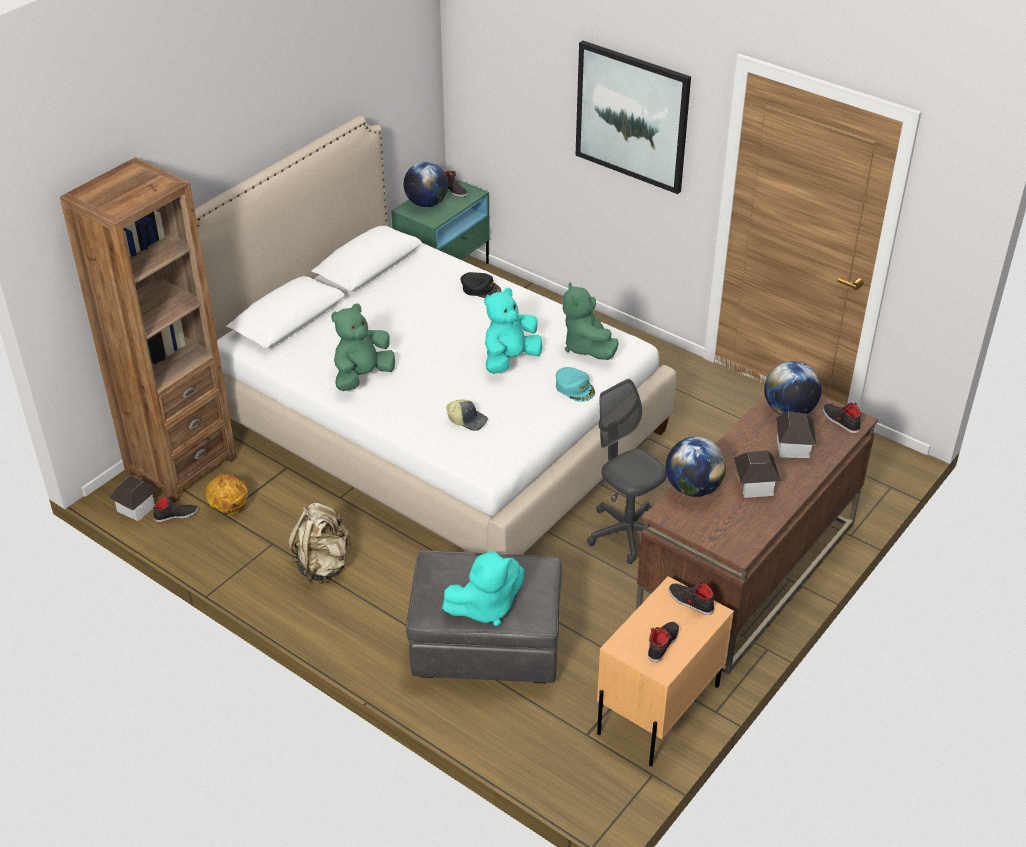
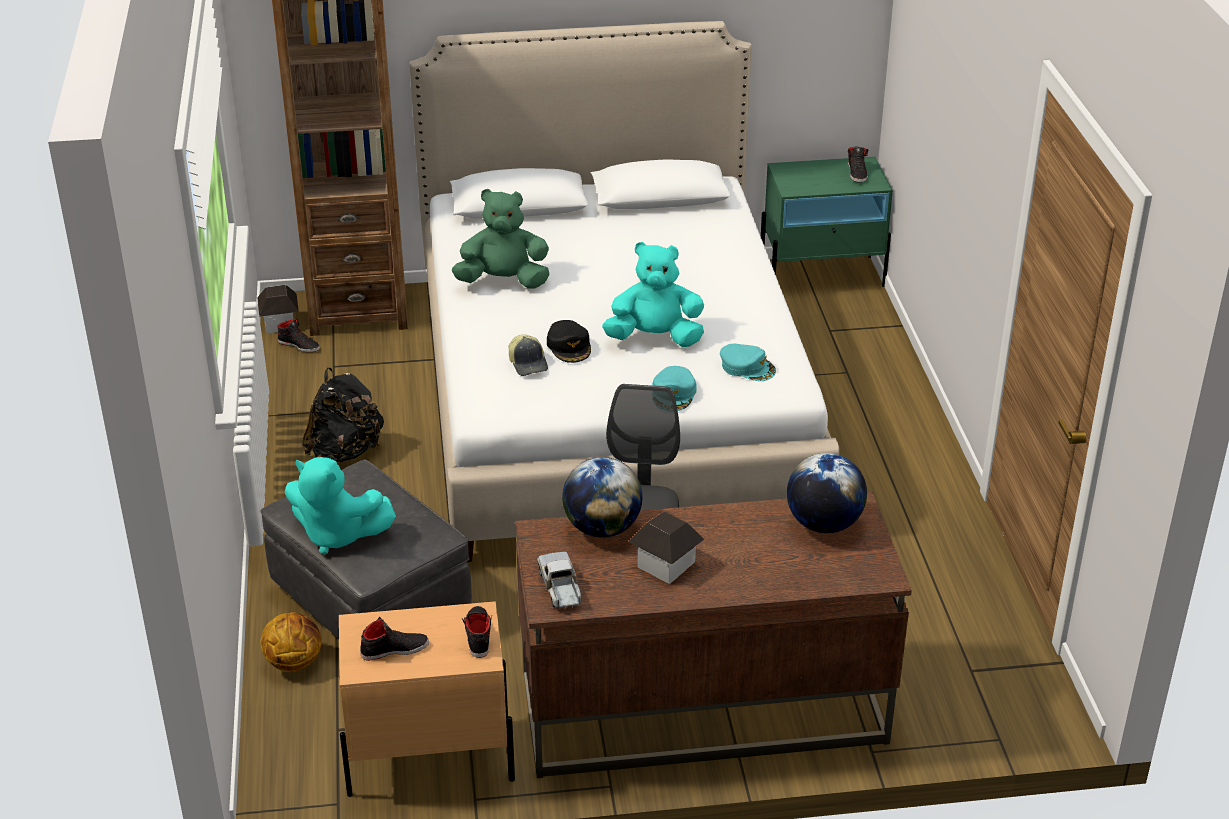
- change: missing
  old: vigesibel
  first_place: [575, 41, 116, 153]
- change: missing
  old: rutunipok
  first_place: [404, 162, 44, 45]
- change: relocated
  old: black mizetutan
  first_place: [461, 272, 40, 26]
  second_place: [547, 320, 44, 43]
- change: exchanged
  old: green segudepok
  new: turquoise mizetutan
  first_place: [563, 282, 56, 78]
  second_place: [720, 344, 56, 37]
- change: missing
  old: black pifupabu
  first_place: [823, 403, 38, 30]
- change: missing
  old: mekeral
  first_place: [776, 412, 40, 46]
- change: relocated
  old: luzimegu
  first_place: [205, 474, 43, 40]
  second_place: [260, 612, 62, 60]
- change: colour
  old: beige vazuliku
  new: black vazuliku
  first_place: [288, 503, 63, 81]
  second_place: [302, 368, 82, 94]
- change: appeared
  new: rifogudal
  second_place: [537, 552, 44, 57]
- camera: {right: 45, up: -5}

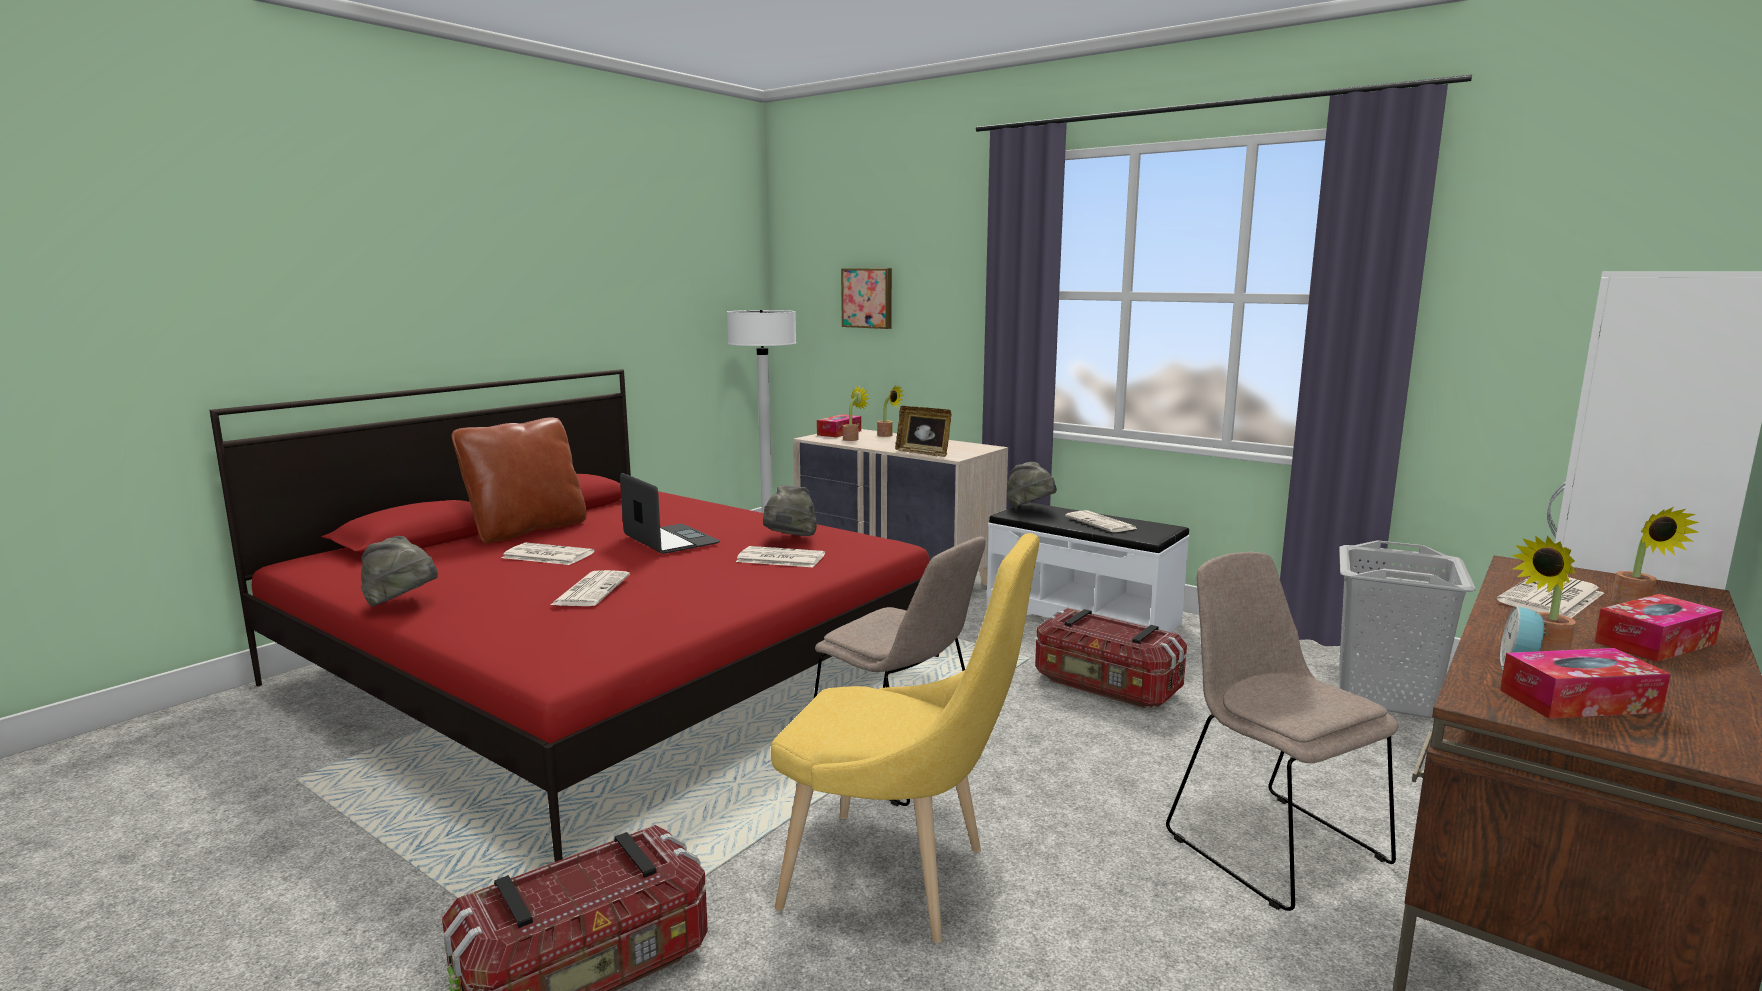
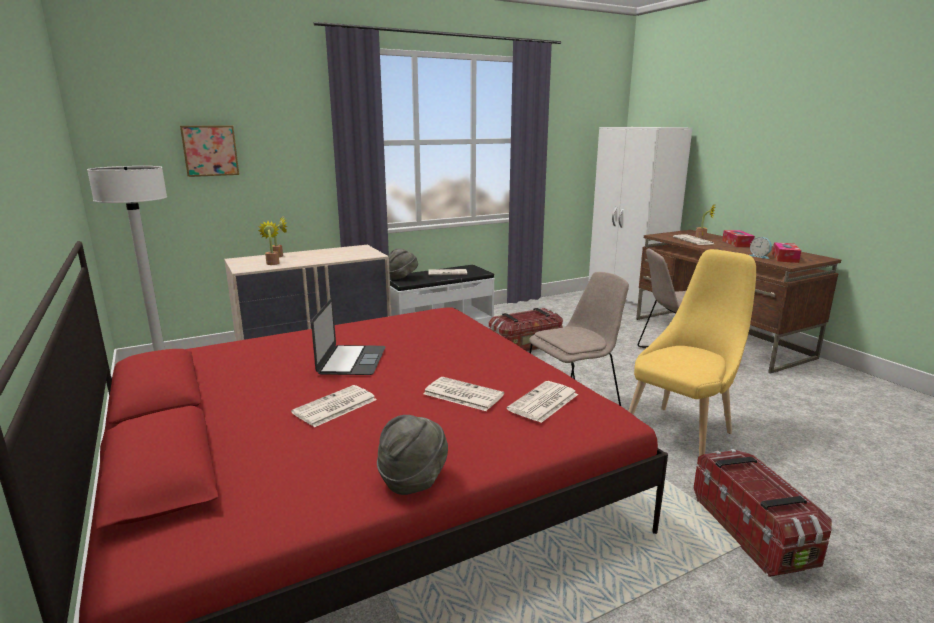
- change: missing
  old: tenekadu
  first_place: [895, 406, 56, 51]
- change: missing
  old: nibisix
  first_place: [817, 414, 44, 24]
- change: missing
  old: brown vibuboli
  first_place: [452, 417, 135, 127]
- change: spun
  old: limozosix
  first_place: [620, 473, 100, 81]
  second_place: [311, 298, 75, 77]
  degrees: 105
- change: missing
  old: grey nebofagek
  first_place: [763, 485, 54, 51]
- change: missing
  old: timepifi
  first_place: [1511, 536, 65, 115]
- change: missing
  old: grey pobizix
  first_place: [1339, 540, 137, 178]
- change: relocated
  old: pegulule
  first_place: [736, 546, 89, 21]
  second_place: [507, 381, 71, 42]
- camera: {right: -65, up: 5}

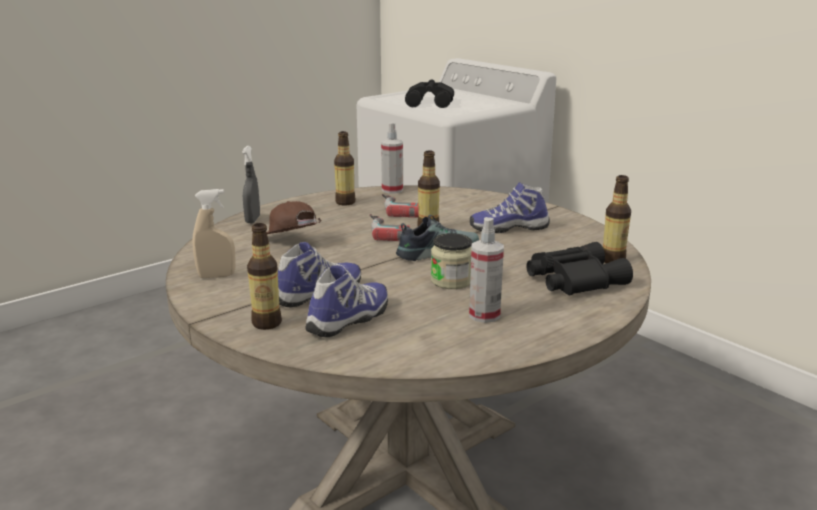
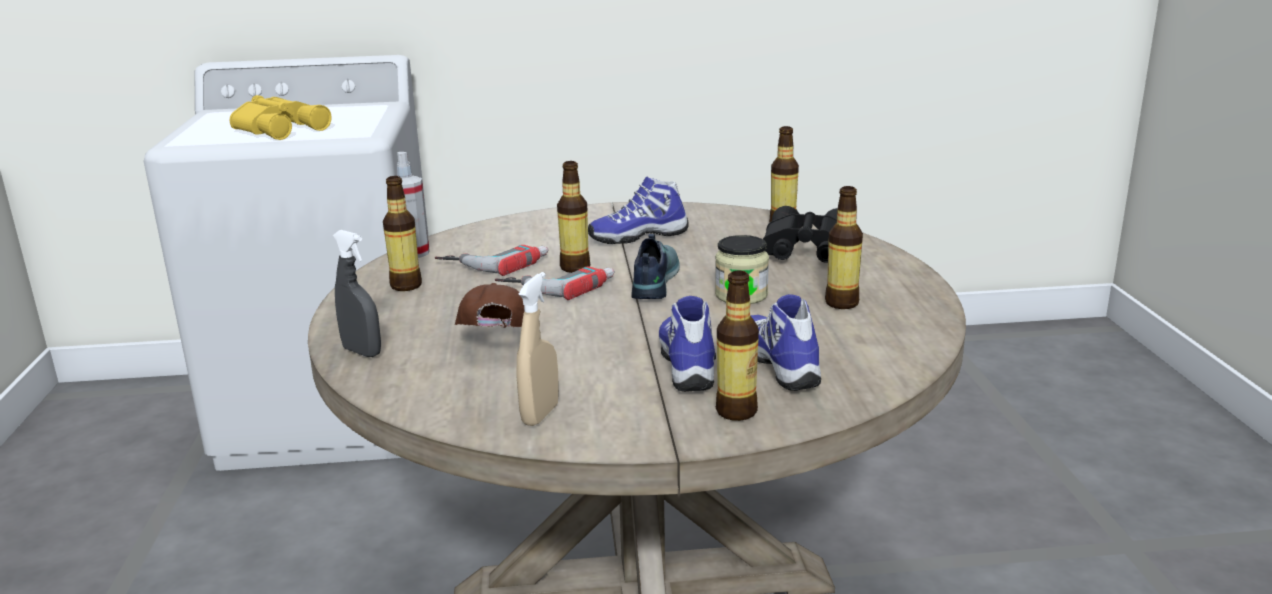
- change: colour
  old: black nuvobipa
  new: yellow nuvobipa
  first_place: [405, 80, 49, 28]
  second_place: [230, 95, 102, 45]
- change: spun
  old: pifupabu
  first_place: [470, 182, 80, 51]
  second_place: [588, 177, 101, 67]
  degrees: 45
- change: spun
  old: brown mizetutan
  first_place: [267, 201, 55, 33]
  second_place: [455, 283, 70, 45]
  degrees: 90
- change: exchanged
  old: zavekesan
  new: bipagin
  first_place: [469, 217, 35, 106]
  second_place: [825, 186, 38, 123]
- camera: {right: -55, up: 0}

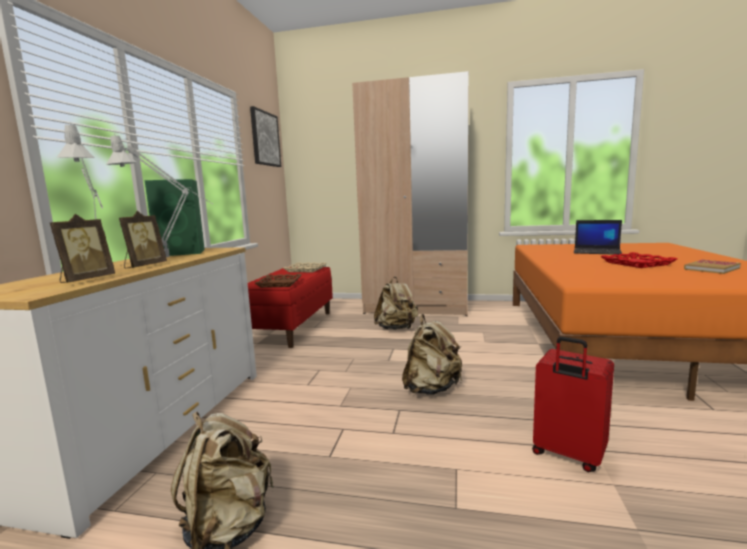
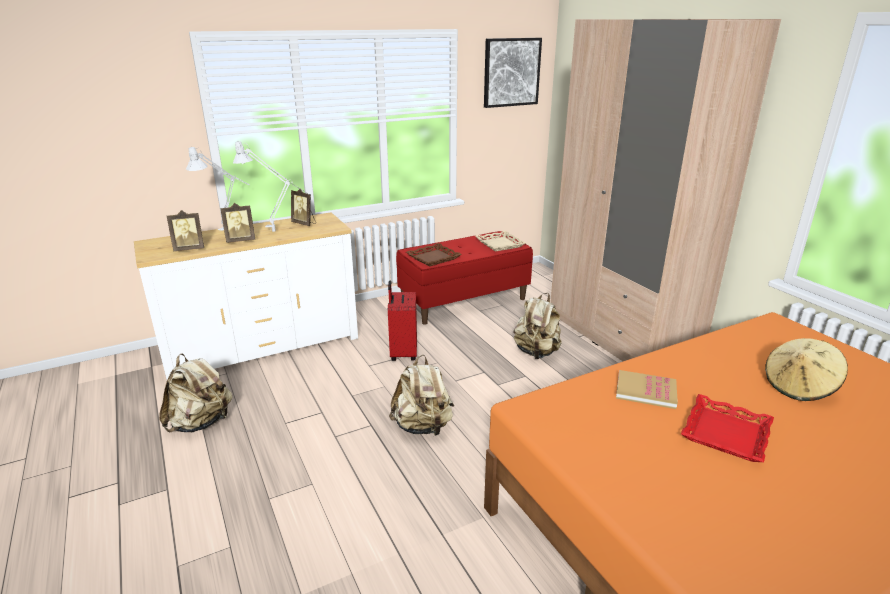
- change: exchanged
  old: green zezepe
  new: tenekadu
  first_place: [145, 179, 60, 77]
  second_place: [291, 189, 25, 37]
- change: exchanged
  old: limozosix
  new: beige nebofagek
  first_place: [574, 220, 48, 35]
  second_place: [765, 338, 83, 63]
- change: relocated
  old: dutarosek
  first_place: [684, 260, 57, 14]
  second_place: [616, 370, 62, 39]
- change: relocated
  old: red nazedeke
  first_place: [532, 336, 82, 136]
  second_place: [388, 280, 29, 81]
- camera: {right: 50, up: 15}

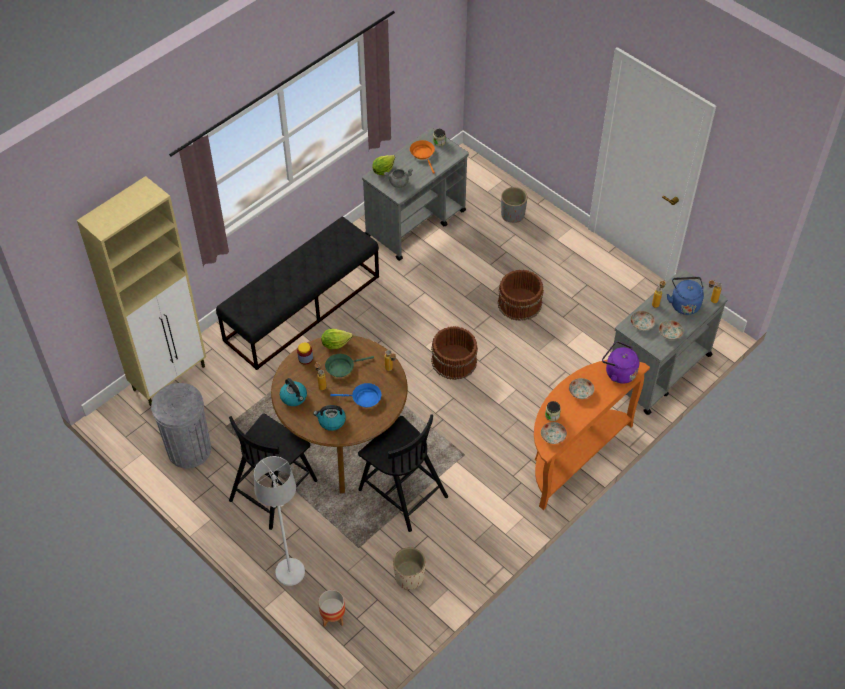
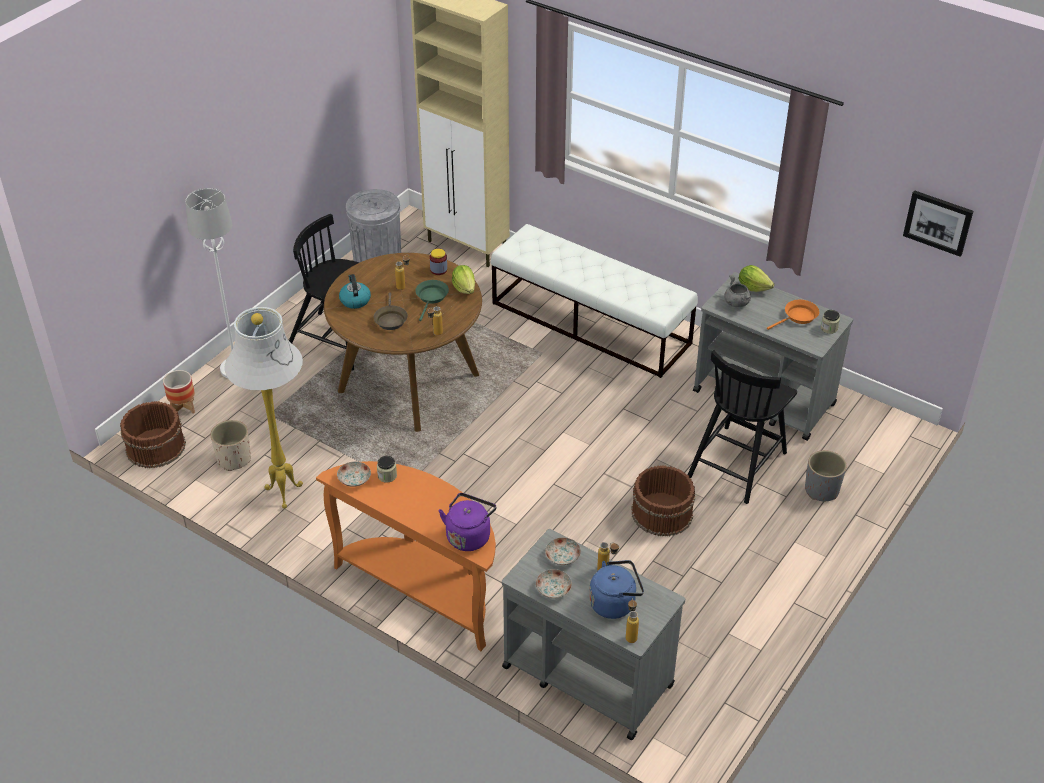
- change: colour
  old: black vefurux
  new: white vefurux
  first_place: [216, 216, 163, 154]
  second_place: [491, 224, 207, 154]
- change: relocated
  old: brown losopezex
  first_place: [431, 326, 47, 54]
  second_place: [120, 401, 66, 67]
- change: spun
  old: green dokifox
  first_place: [325, 354, 49, 23]
  second_place: [415, 280, 34, 41]
  degrees: 45
- change: missing
  old: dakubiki
  first_place: [280, 378, 27, 28]
- change: missing
  old: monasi
  first_place: [569, 378, 25, 21]
- change: colour
  old: blue dokifox
  new: brown dokifox
  first_place: [330, 383, 51, 24]
  second_place: [374, 292, 34, 38]
- change: relocated
  old: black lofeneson
  first_place: [358, 414, 90, 118]
  second_place: [688, 350, 109, 154]
- change: appeared
  new: vigesibel
  second_place: [903, 190, 70, 67]
- change: appeared
  new: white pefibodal
  second_place: [225, 307, 78, 202]
- camera: {right: 80, up: -10}

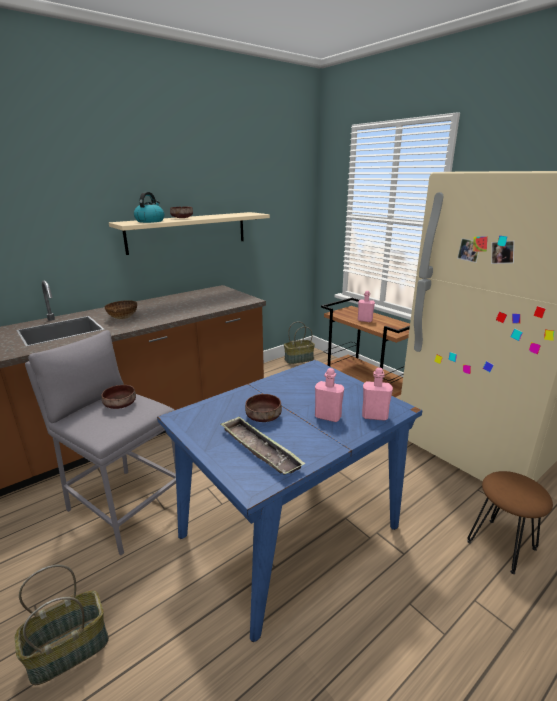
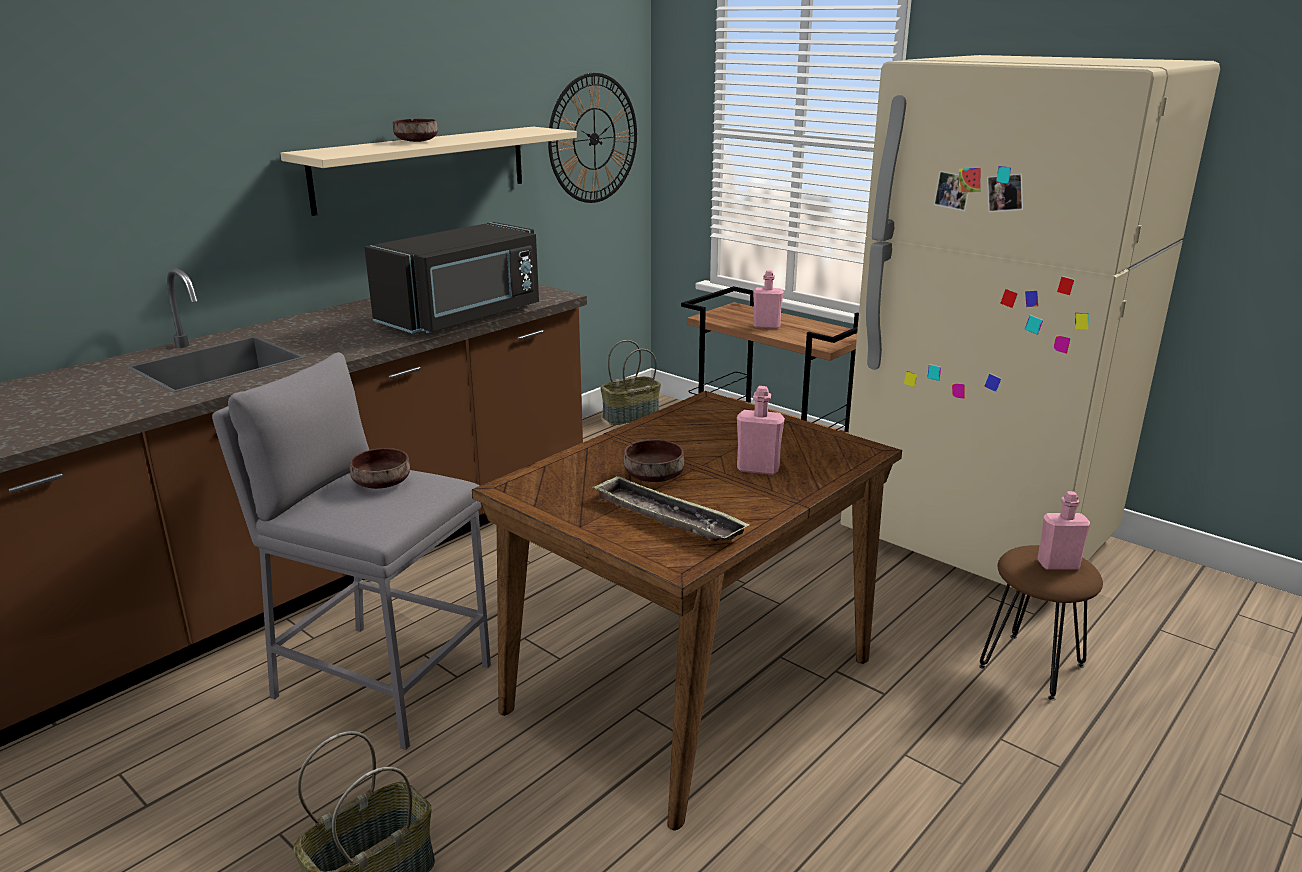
- change: missing
  old: dakubiki
  first_place: [134, 192, 31, 31]
- change: missing
  old: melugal
  first_place: [104, 300, 33, 19]
- change: colour
  old: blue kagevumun
  new: brown kagevumun
  first_place: [157, 360, 266, 282]
  second_place: [472, 391, 430, 440]
- change: relocated
  old: pink bipagin
  first_place: [362, 367, 31, 54]
  second_place: [1037, 491, 53, 79]
- change: appeared
  new: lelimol
  second_place: [548, 73, 89, 130]
- change: appeared
  new: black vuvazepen
  second_place: [364, 222, 175, 112]
- camera: {right: -10, up: 0}

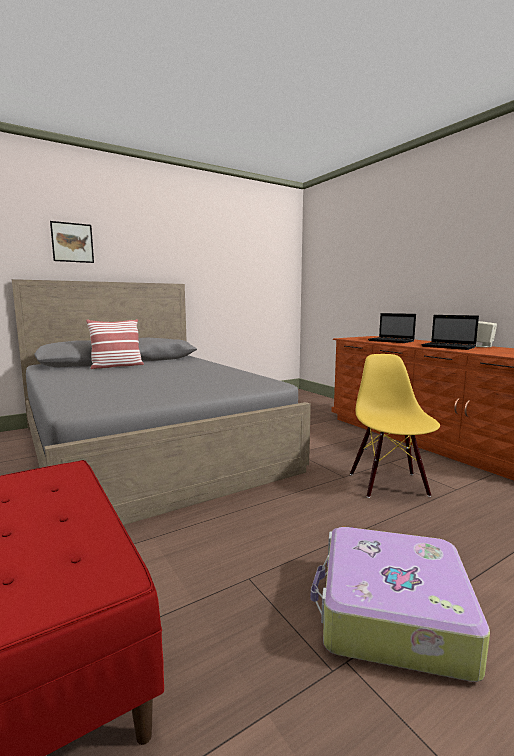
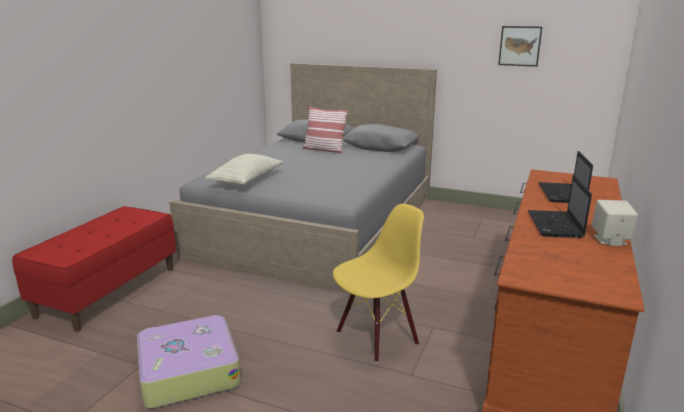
- change: relocated
  old: vigesibel
  first_place: [50, 221, 44, 42]
  second_place: [498, 26, 44, 41]
- change: appeared
  new: beige vibuboli
  second_place: [205, 154, 79, 31]
- camera: {right: 55, up: 10}

